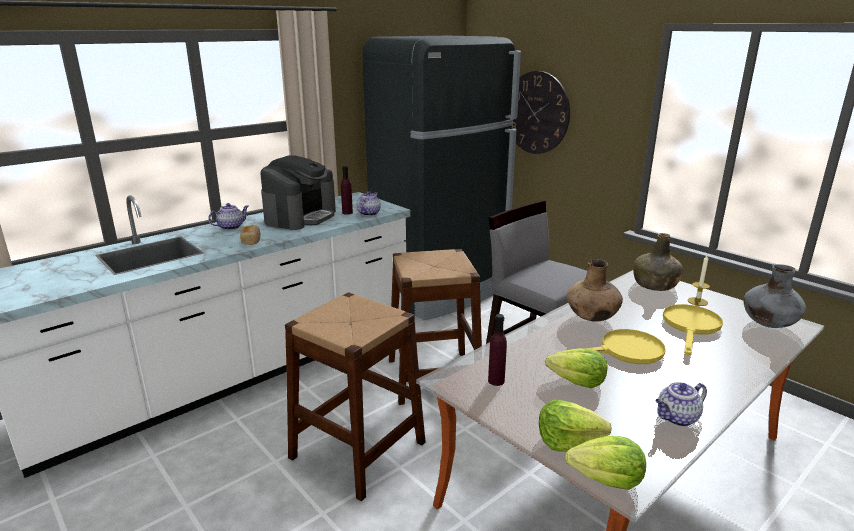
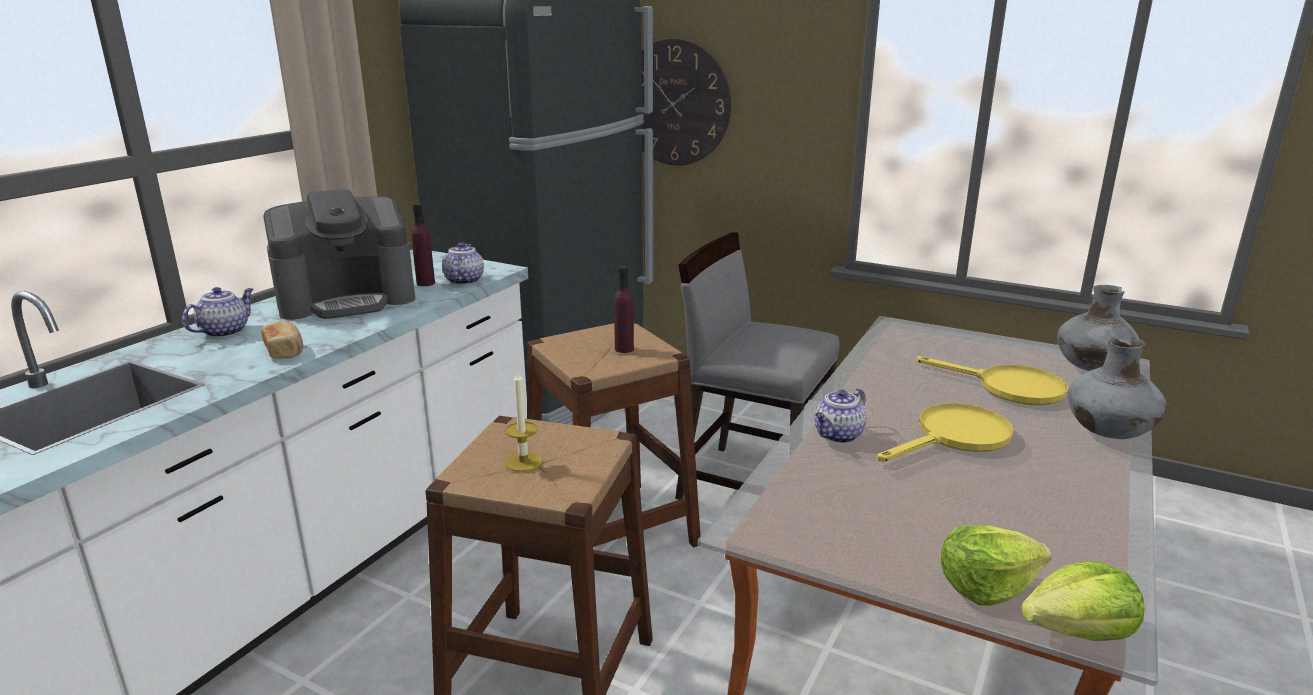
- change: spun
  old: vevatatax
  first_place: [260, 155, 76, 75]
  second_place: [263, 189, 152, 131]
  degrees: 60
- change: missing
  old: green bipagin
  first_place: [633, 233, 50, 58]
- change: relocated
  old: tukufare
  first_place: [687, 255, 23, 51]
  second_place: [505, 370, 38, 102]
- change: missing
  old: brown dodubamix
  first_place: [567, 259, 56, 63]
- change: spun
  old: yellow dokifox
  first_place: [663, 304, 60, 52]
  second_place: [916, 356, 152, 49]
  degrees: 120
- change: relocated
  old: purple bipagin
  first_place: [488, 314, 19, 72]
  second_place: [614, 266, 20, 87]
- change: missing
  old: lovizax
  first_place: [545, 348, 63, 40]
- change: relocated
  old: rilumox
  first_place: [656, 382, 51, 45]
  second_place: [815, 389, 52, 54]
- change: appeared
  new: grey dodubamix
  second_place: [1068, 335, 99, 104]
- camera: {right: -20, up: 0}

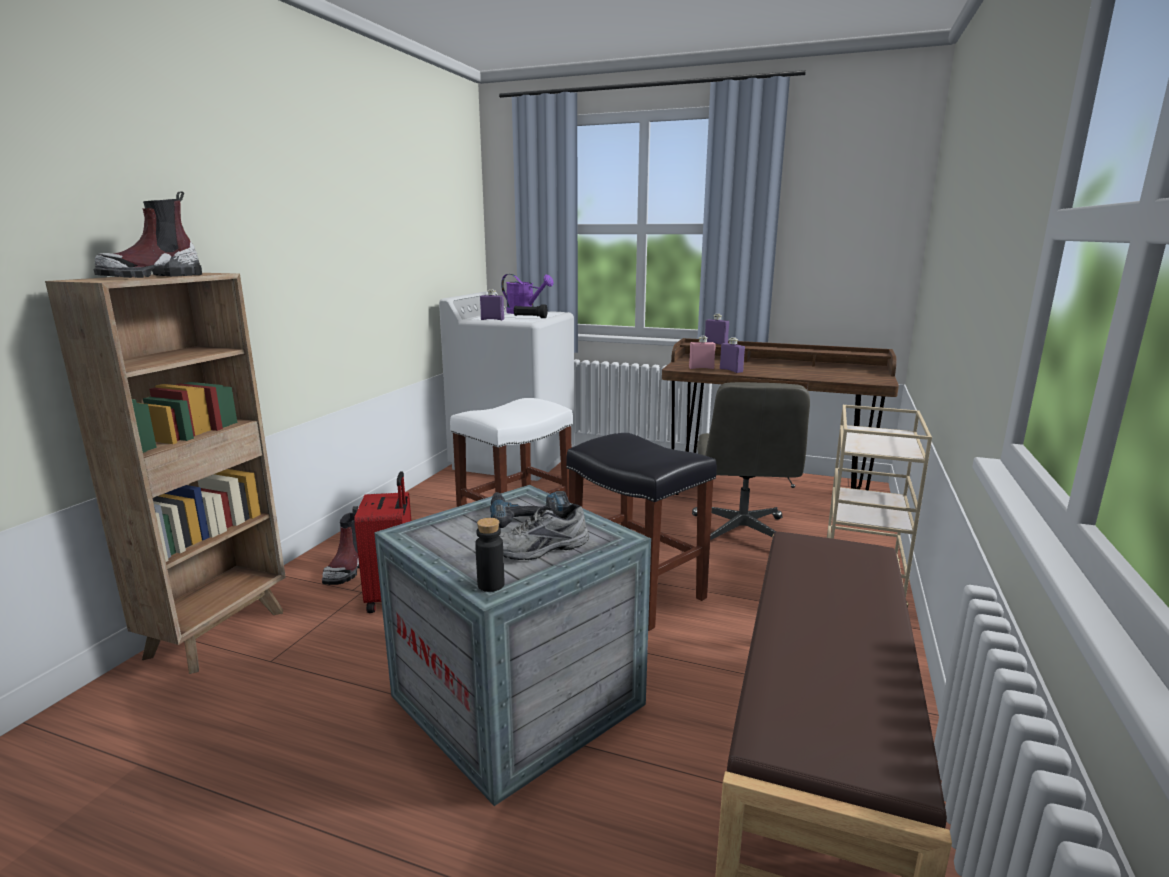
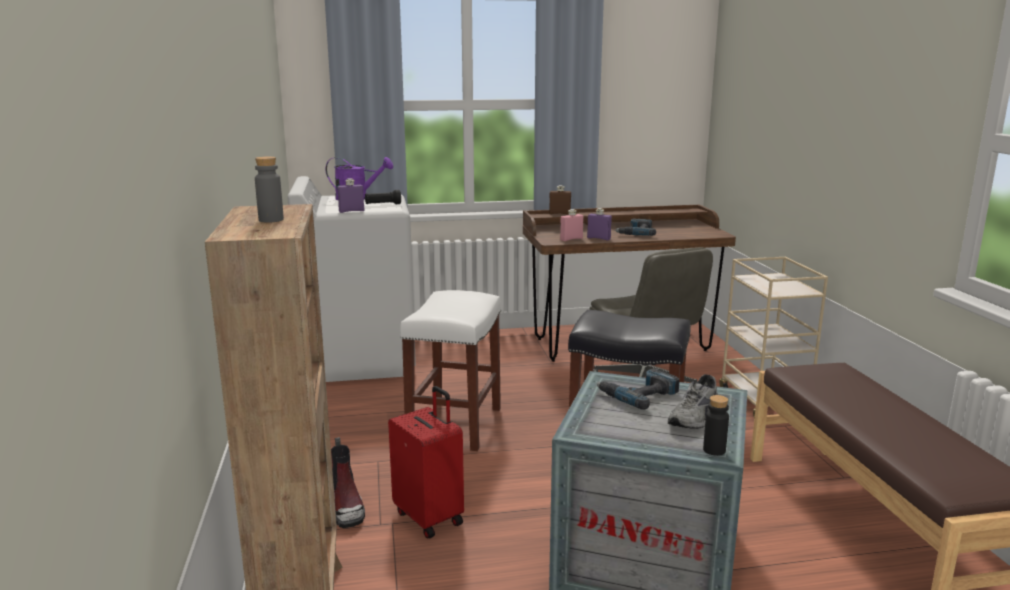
- change: exchanged
  old: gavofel
  new: grey bipagin
  first_place: [93, 191, 109, 87]
  second_place: [255, 156, 29, 67]
- change: colour
  old: purple bipagin
  new: brown bipagin
  first_place: [705, 314, 24, 31]
  second_place: [549, 185, 22, 29]
- change: appeared
  new: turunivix
  second_place: [615, 219, 41, 17]
- camera: {right: -30, up: 0}

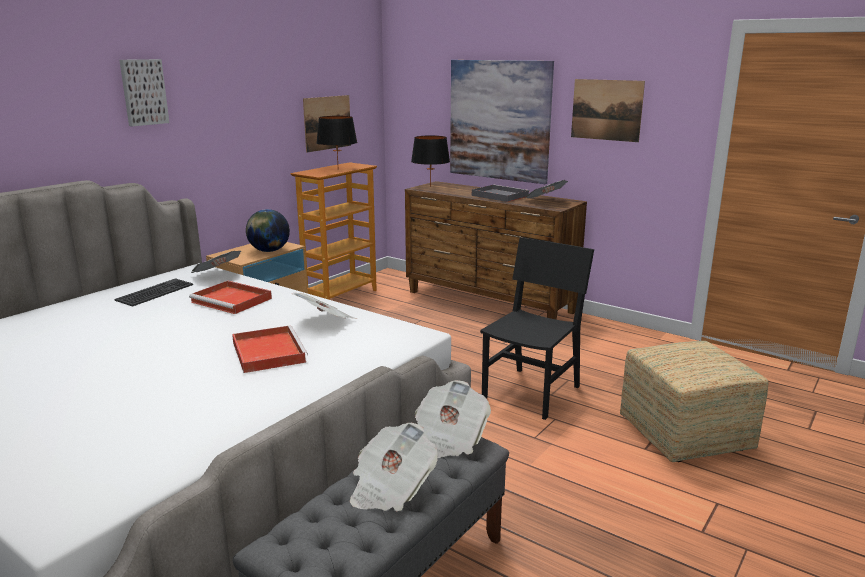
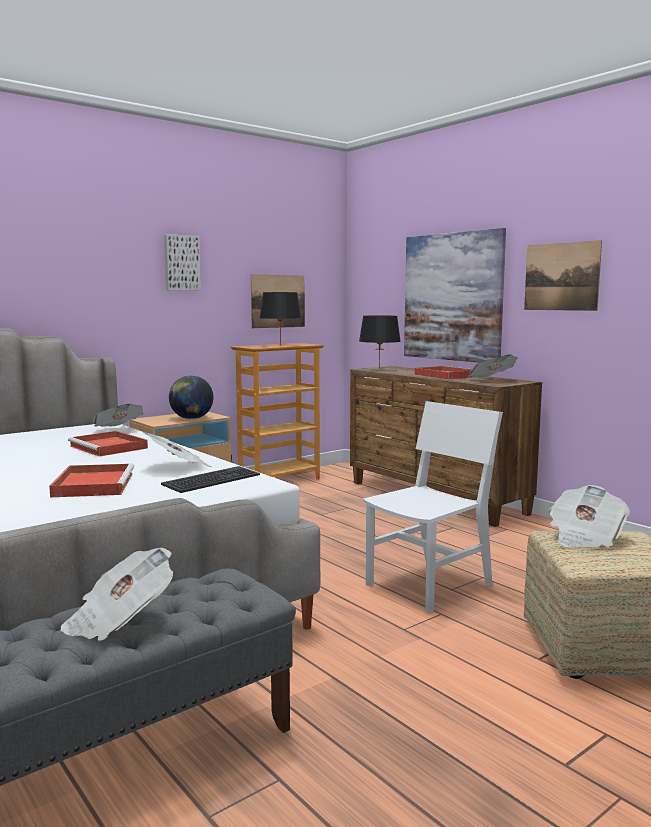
- change: relocated
  old: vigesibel
  first_place: [119, 59, 50, 67]
  second_place: [164, 234, 37, 57]
- change: colour
  old: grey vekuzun
  new: red vekuzun
  first_place: [472, 184, 58, 18]
  second_place: [415, 366, 58, 14]
- change: colour
  old: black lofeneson
  new: white lofeneson
  first_place: [480, 237, 114, 183]
  second_place: [362, 401, 141, 212]
- change: relocated
  old: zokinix
  first_place: [115, 278, 78, 28]
  second_place: [161, 466, 99, 27]
- change: relocated
  old: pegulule
  first_place: [414, 380, 77, 78]
  second_place: [549, 485, 81, 63]
- camera: {right: 15, up: -10}

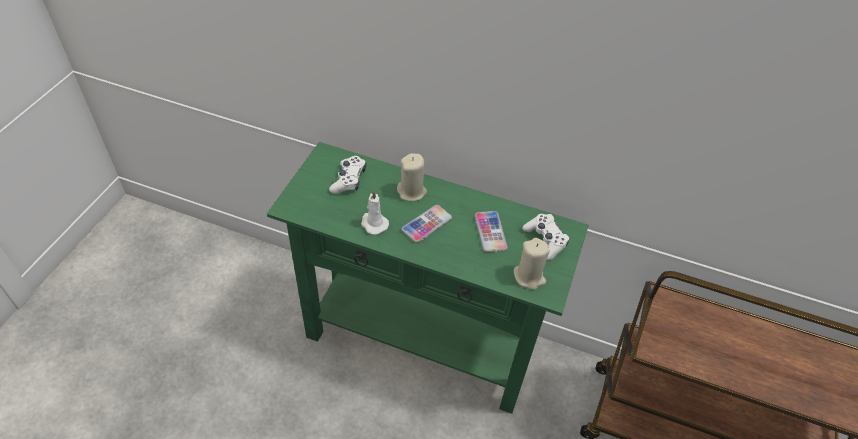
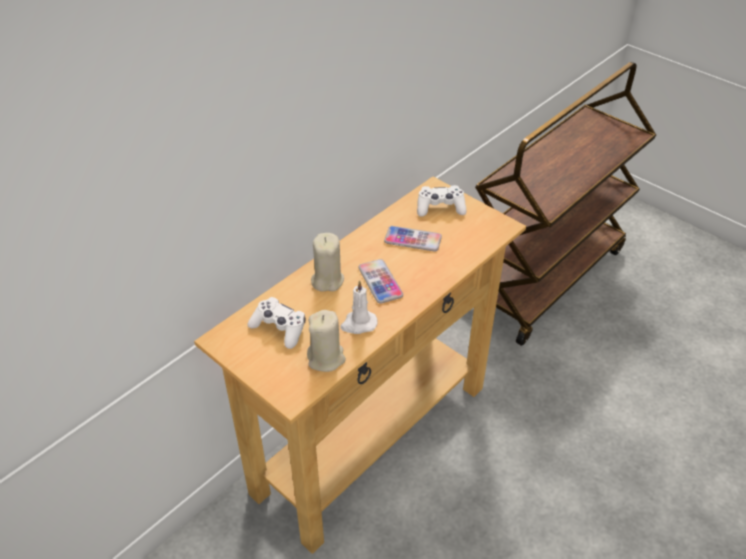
- change: colour
  old: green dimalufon
  new: beige dimalufon
  first_place: [267, 142, 321, 272]
  second_place: [194, 177, 332, 377]
- change: relocated
  old: beige tukufare
  first_place: [514, 238, 36, 52]
  second_place: [307, 310, 39, 62]
- camera: {right: -65, up: -5}

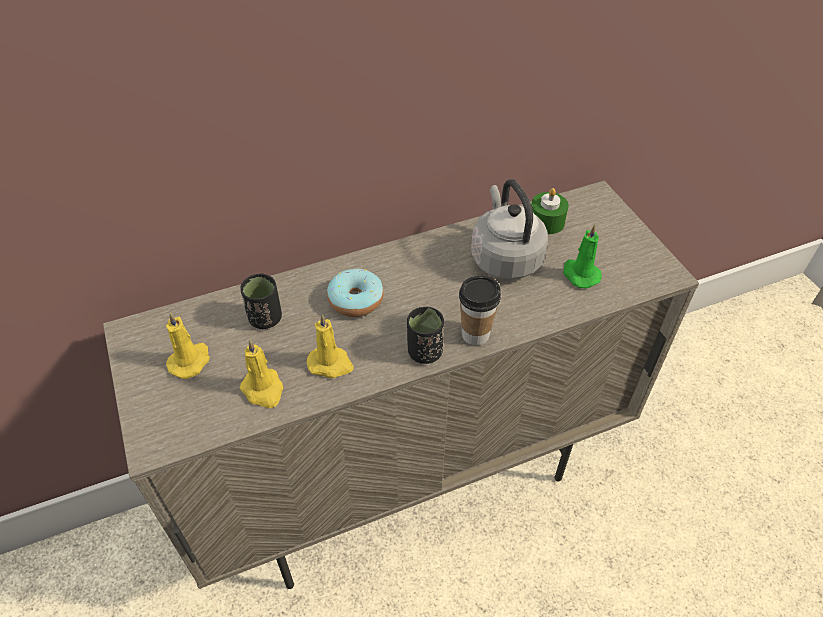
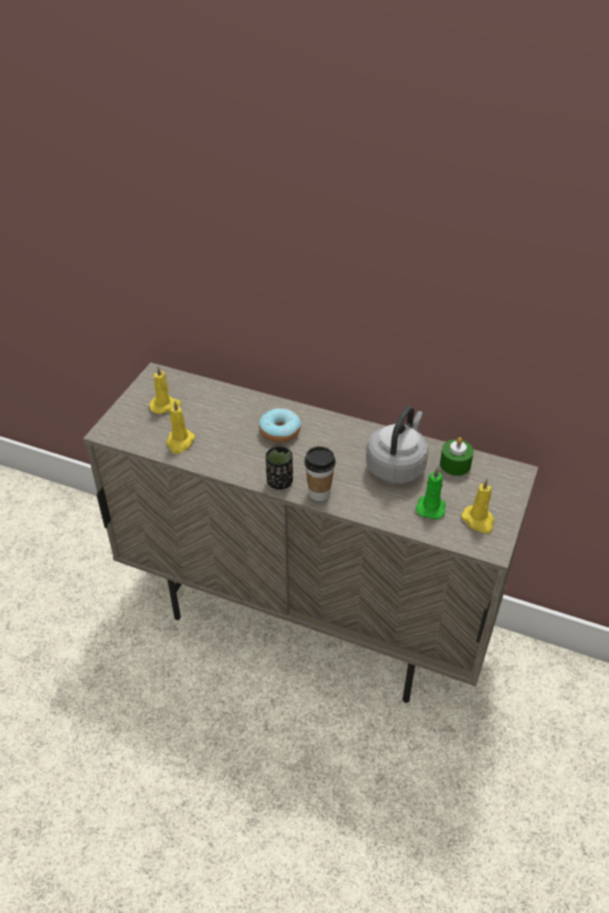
- change: missing
  old: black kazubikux
  first_place: [240, 273, 42, 56]
- change: relocated
  old: yellow tukufare
  first_place: [307, 314, 46, 64]
  second_place: [462, 479, 32, 55]
- camera: {right: 45, up: -5}

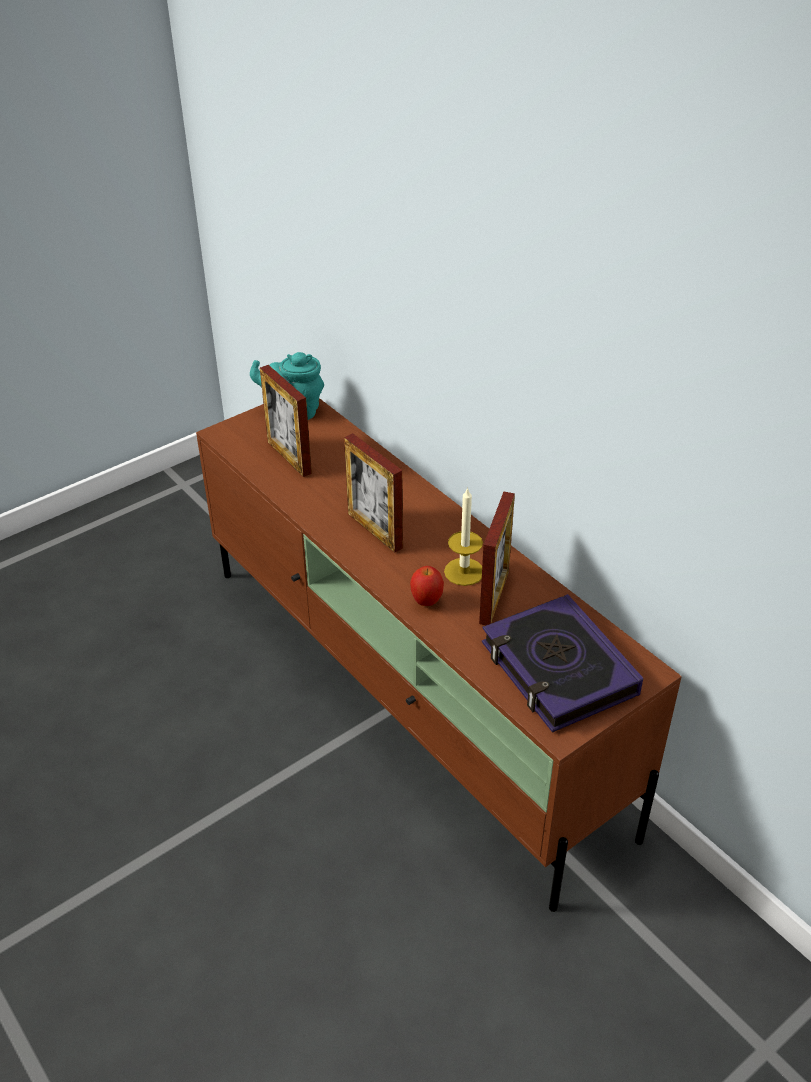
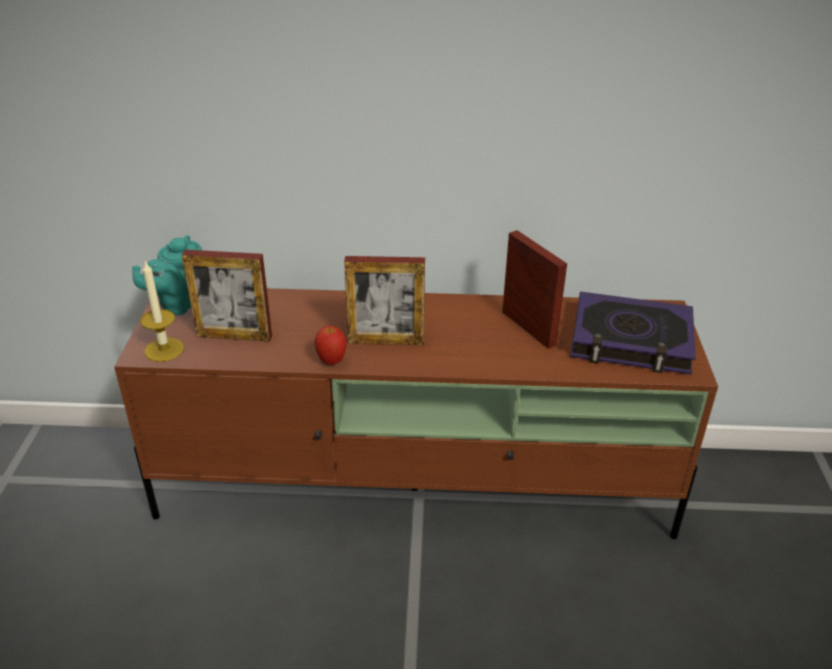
- change: relocated
  old: tukufare
  first_place: [444, 487, 39, 99]
  second_place: [141, 260, 43, 102]
- change: relocated
  old: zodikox
  first_place: [410, 566, 34, 40]
  second_place: [314, 326, 33, 39]
- camera: {right: -50, up: -5}

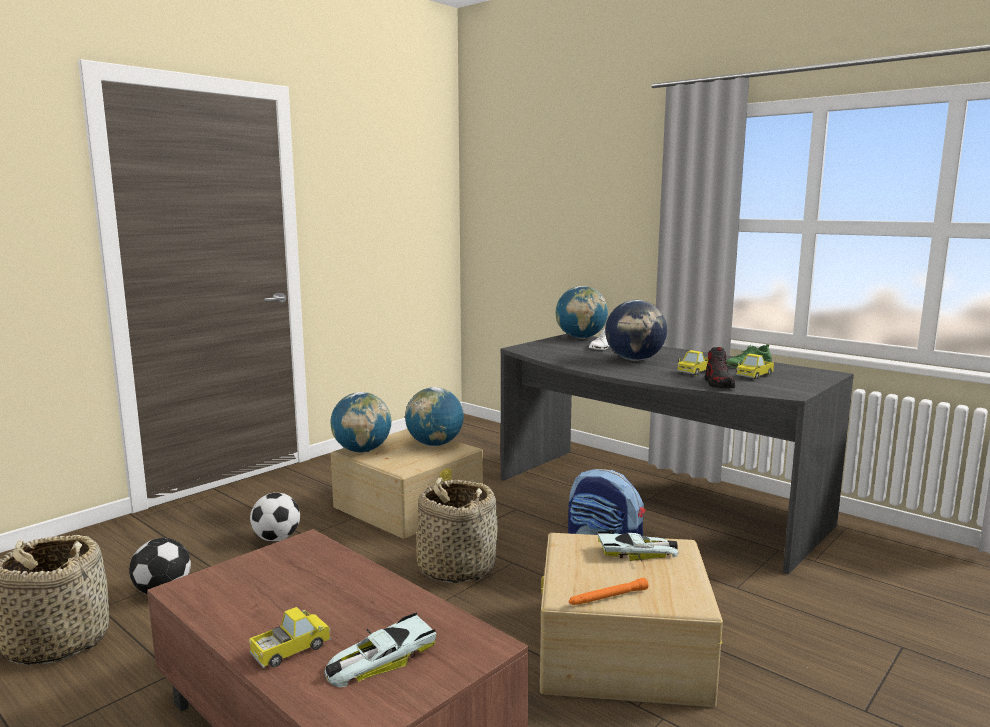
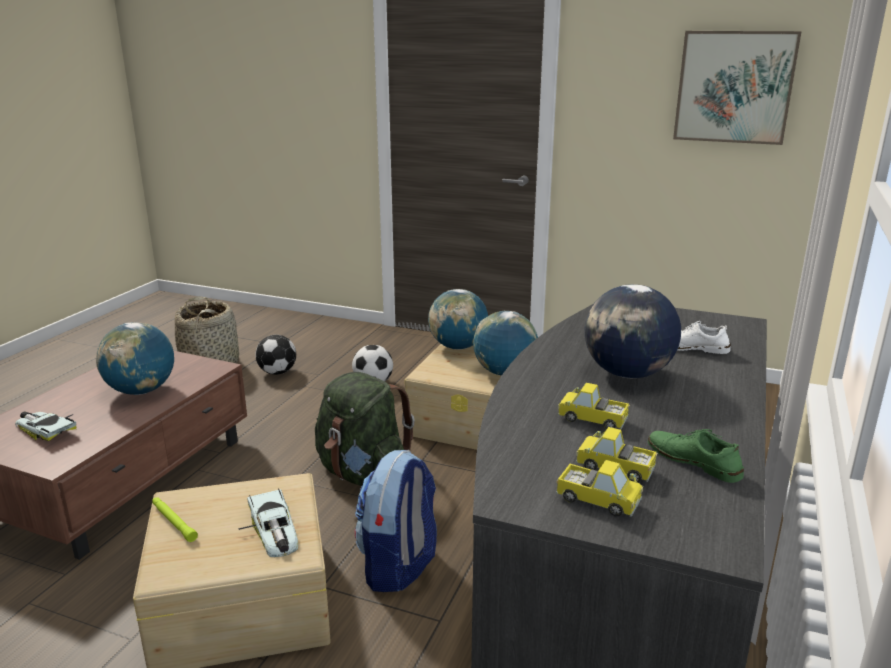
- change: relocated
  old: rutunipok
  first_place: [556, 286, 52, 53]
  second_place: [96, 322, 78, 73]
- change: missing
  old: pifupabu
  first_place: [705, 347, 30, 41]
- change: exchanged
  old: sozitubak
  new: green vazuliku
  first_place: [416, 478, 82, 105]
  second_place: [315, 372, 100, 114]
- change: colour
  old: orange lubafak
  new: green lubafak
  first_place: [569, 578, 80, 27]
  second_place: [152, 497, 46, 45]
- change: relocated
  old: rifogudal
  first_place: [249, 607, 82, 61]
  second_place: [556, 460, 87, 57]
- change: appeared
  new: vigesibel
  second_place: [673, 31, 129, 114]
- camera: {right: 70, up: 10}

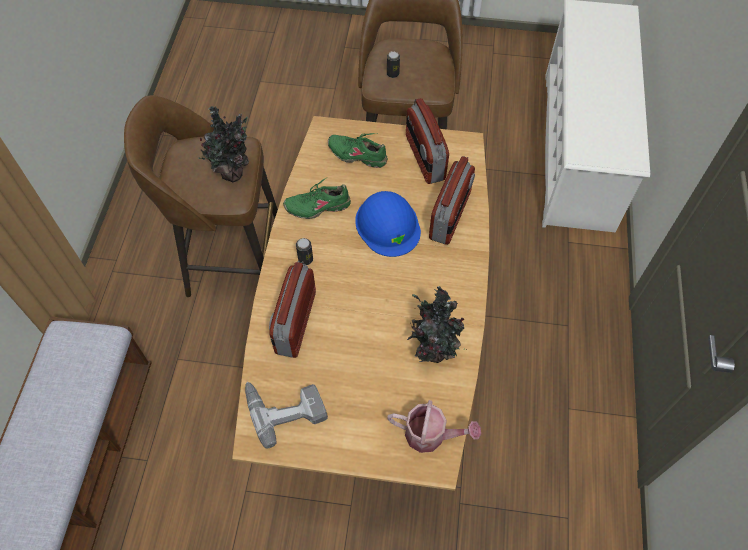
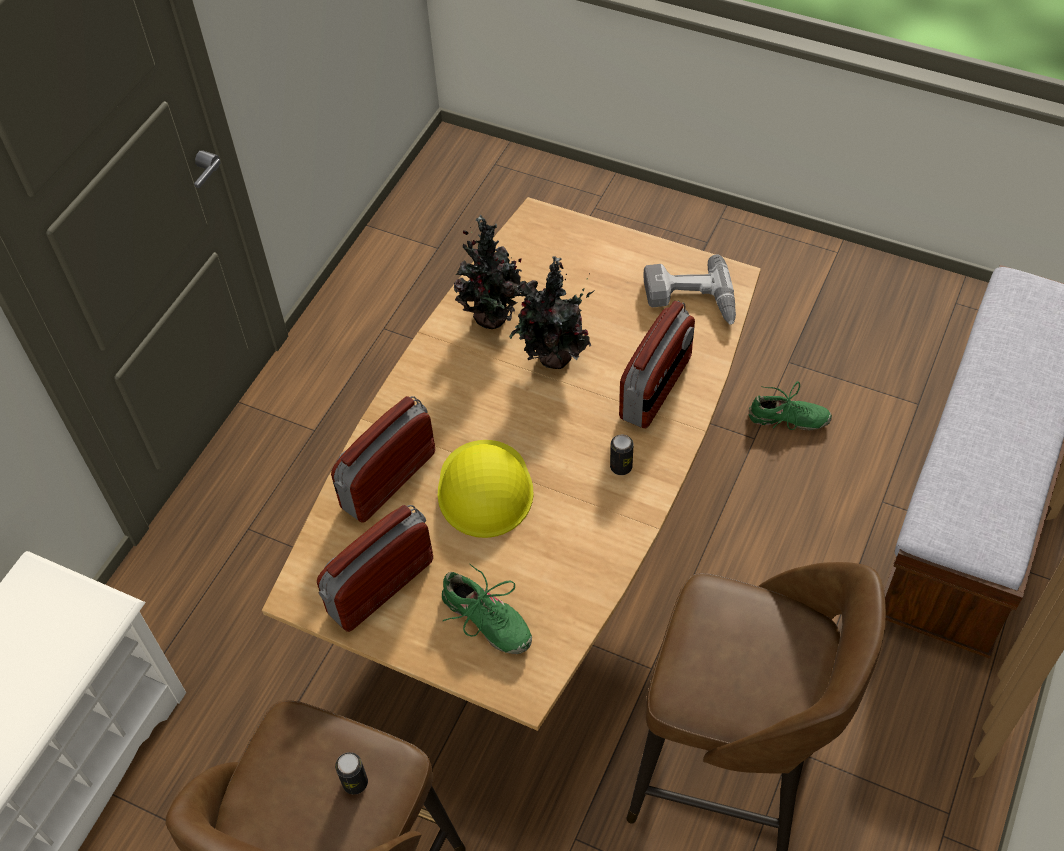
- change: spun
  old: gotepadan
  first_place: [406, 98, 43, 86]
  second_place: [317, 505, 116, 127]
  degrees: -135
- change: relocated
  old: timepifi
  first_place: [198, 106, 51, 76]
  second_place: [509, 256, 86, 113]
- change: relocated
  old: green pifupabu
  first_place: [283, 177, 68, 42]
  second_place: [748, 381, 84, 49]
- change: colour
  old: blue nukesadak
  new: yellow nukesadak
  first_place: [355, 191, 66, 66]
  second_place: [438, 440, 96, 98]
- change: missing
  old: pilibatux
  first_place: [387, 400, 94, 53]
- camera: {right: -160, up: -5}

